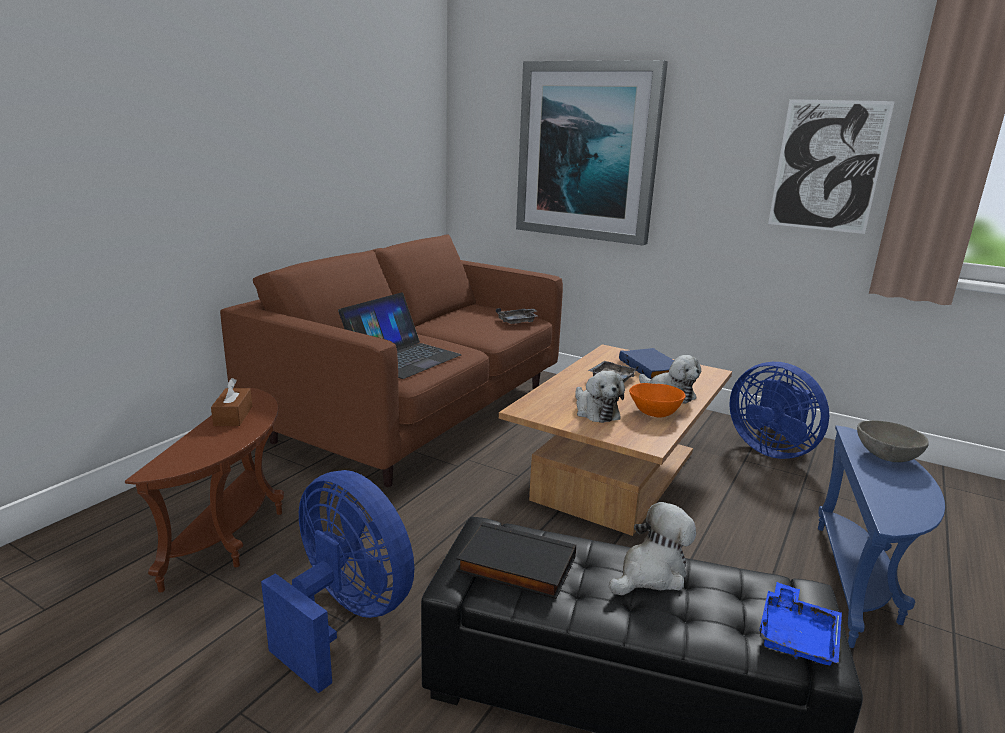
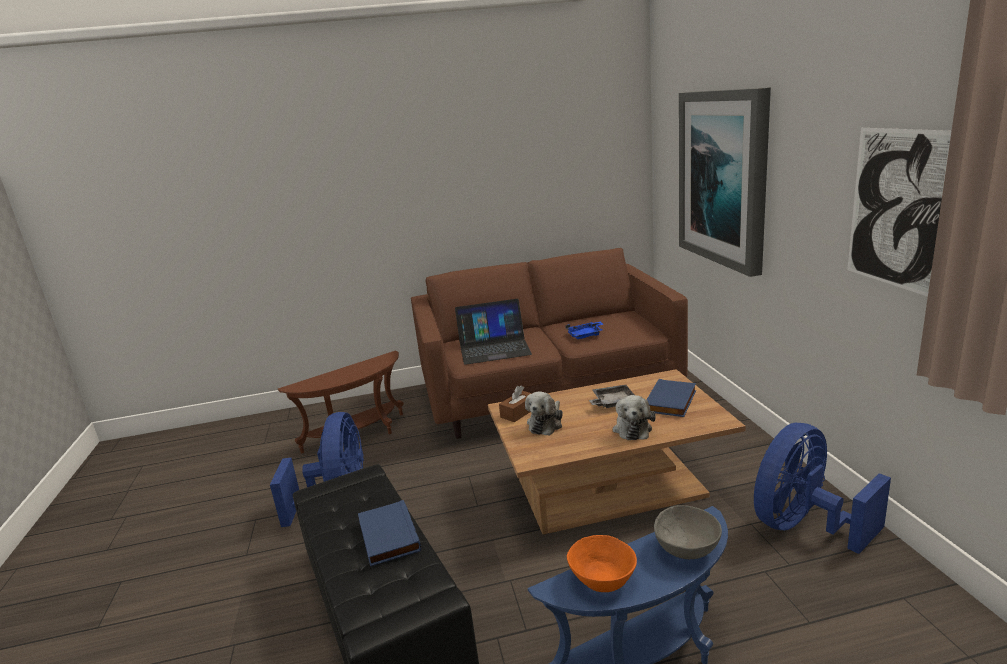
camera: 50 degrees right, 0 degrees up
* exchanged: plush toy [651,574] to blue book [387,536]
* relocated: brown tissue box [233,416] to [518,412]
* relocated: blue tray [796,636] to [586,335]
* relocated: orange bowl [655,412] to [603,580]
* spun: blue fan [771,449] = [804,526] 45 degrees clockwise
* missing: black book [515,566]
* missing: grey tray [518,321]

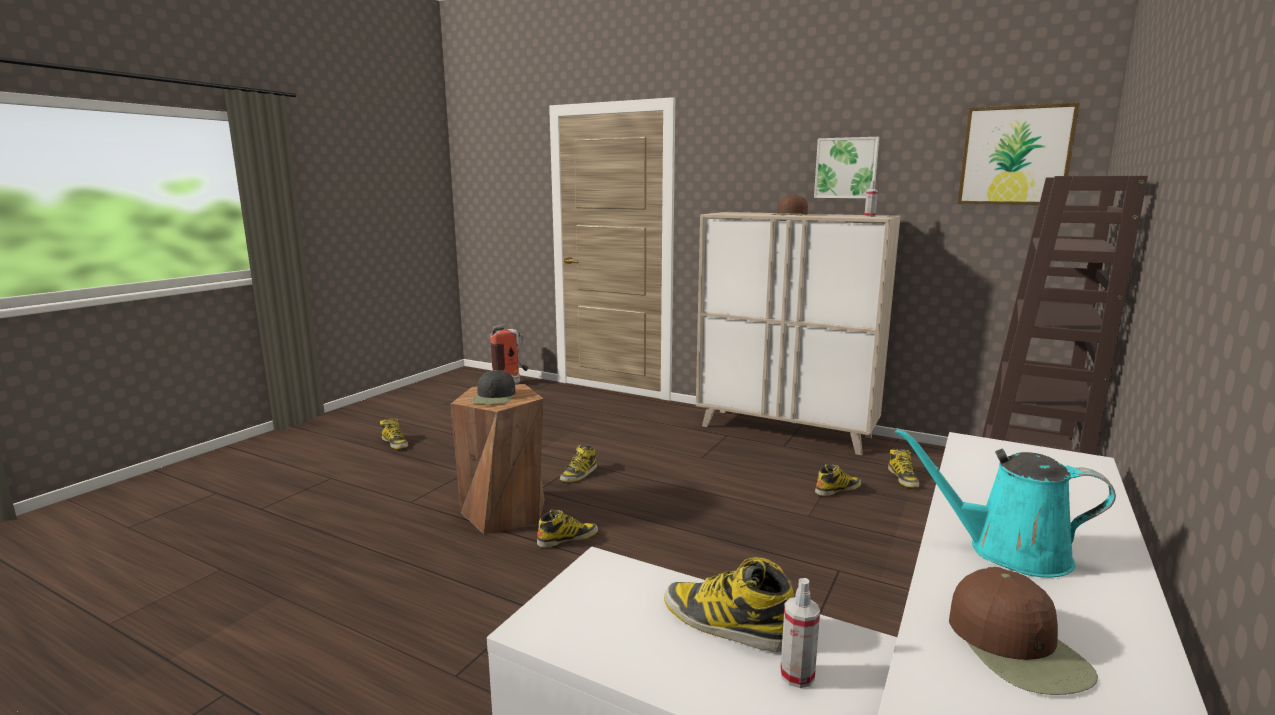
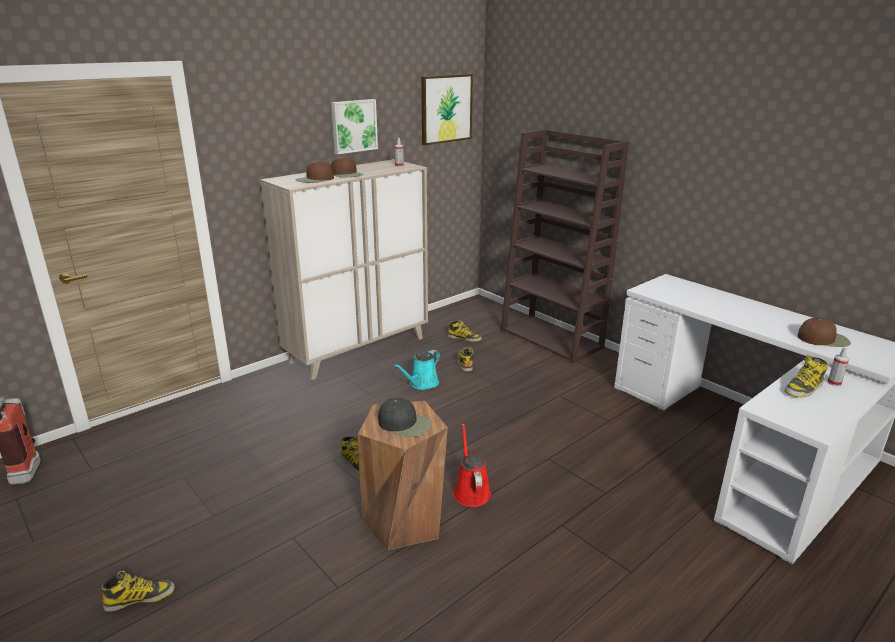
camera: 70 degrees left, 10 degrees up
* appeared: brown cap [315,179]
* relocated: turquoise watering can [1008,551] to [422,384]
* exchanged: boot [567,538] to red watering can [471,491]

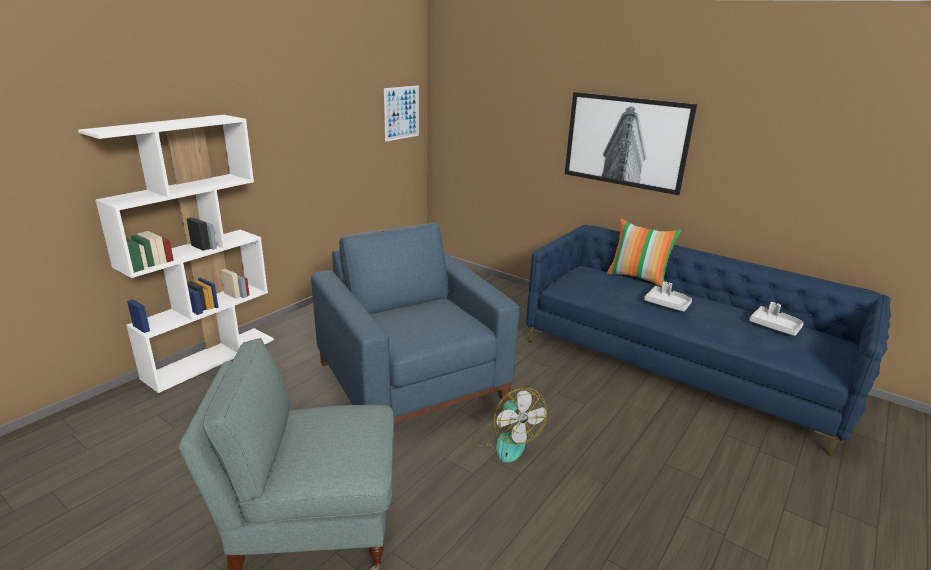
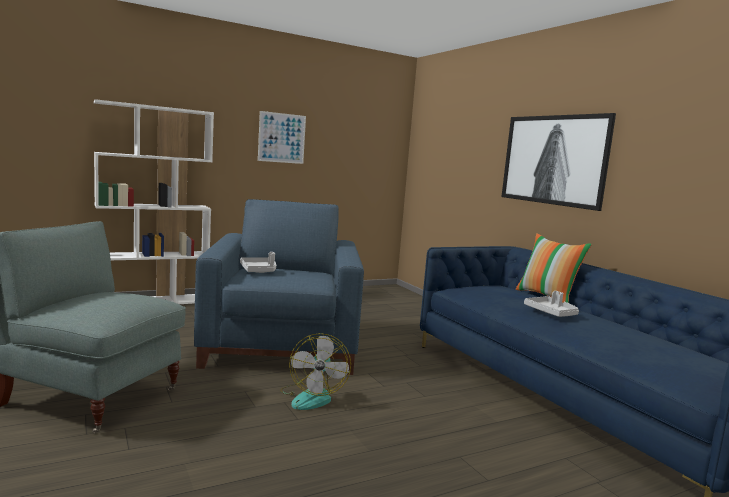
camera: 25 degrees right, 15 degrees down
* relocated: grey tray [774,326] to [259,271]
* relocated: picture [401,113] to [282,138]

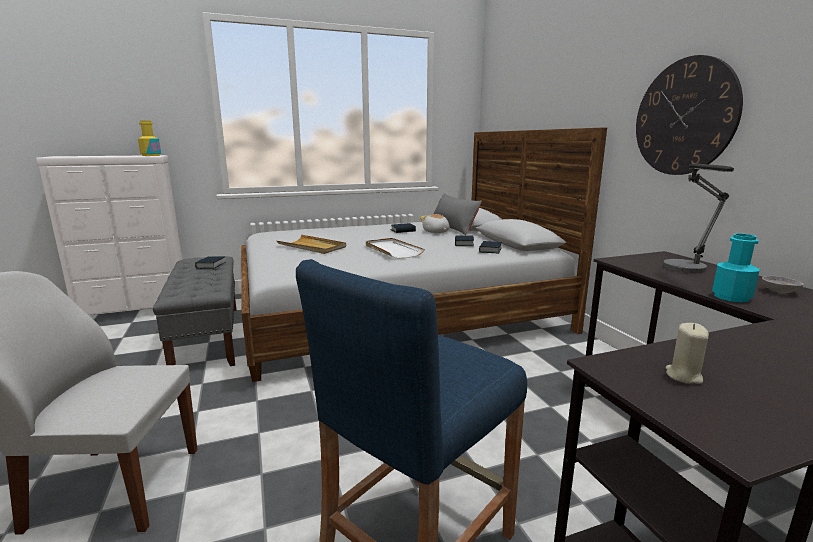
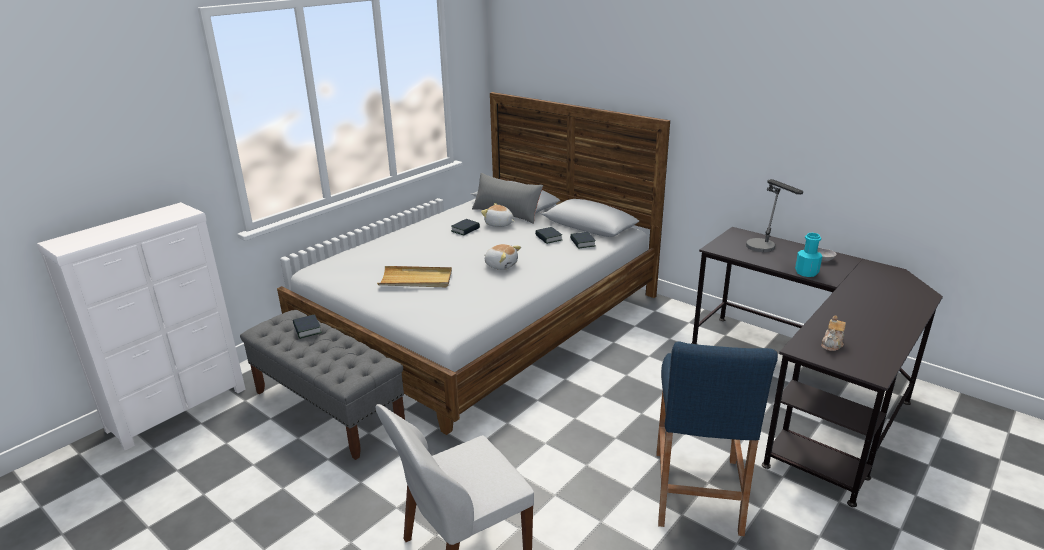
camera: 30 degrees left, 10 degrees up
* exchanged: white tray [392,250] to plush toy [501,265]
* exchanged: beige candle [683,376] to teapot [832,344]
* missing: yellow bottle [151,155]
* missing: wall clock [684,117]

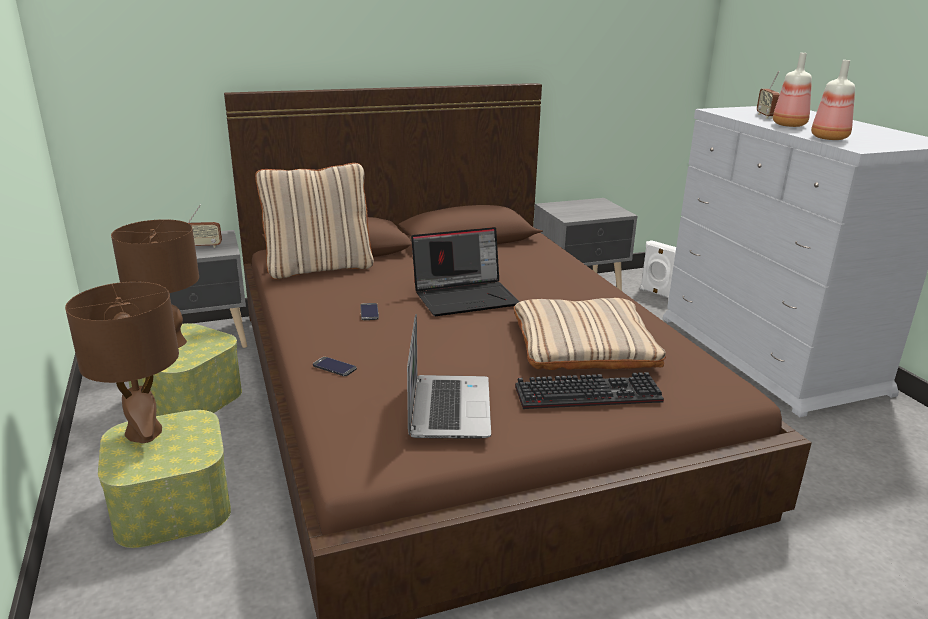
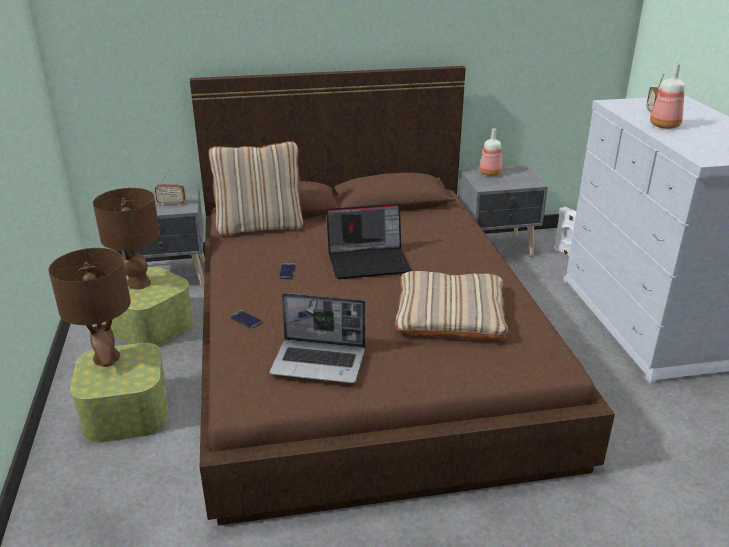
camera: 10 degrees right, 5 degrees up
* spun: laptop [448,407] = [320,362] 90 degrees clockwise
* relocated: bottle [830,138] to [491,173]
* missing: keyboard [589,393]

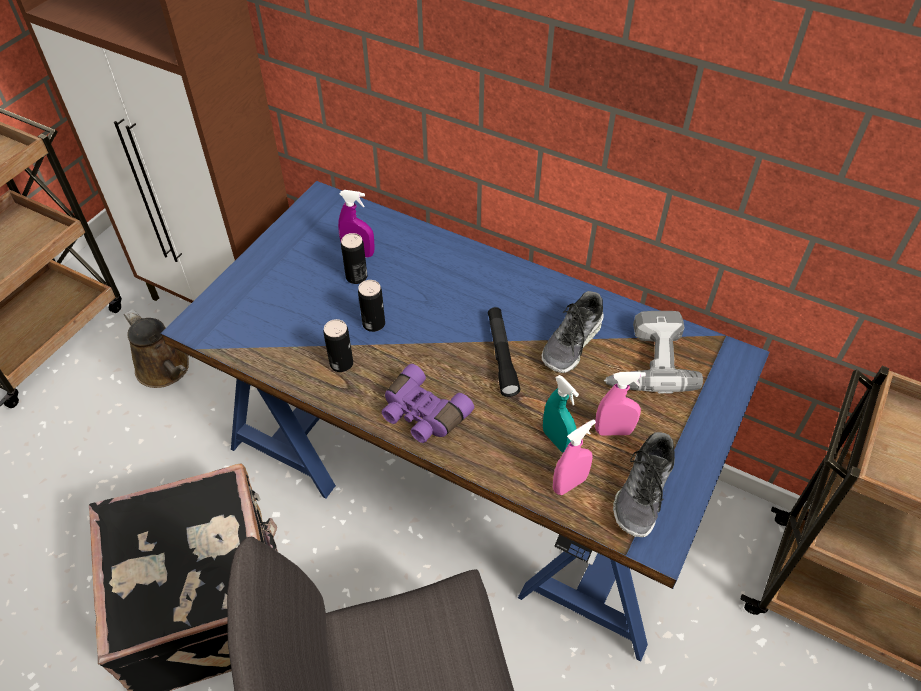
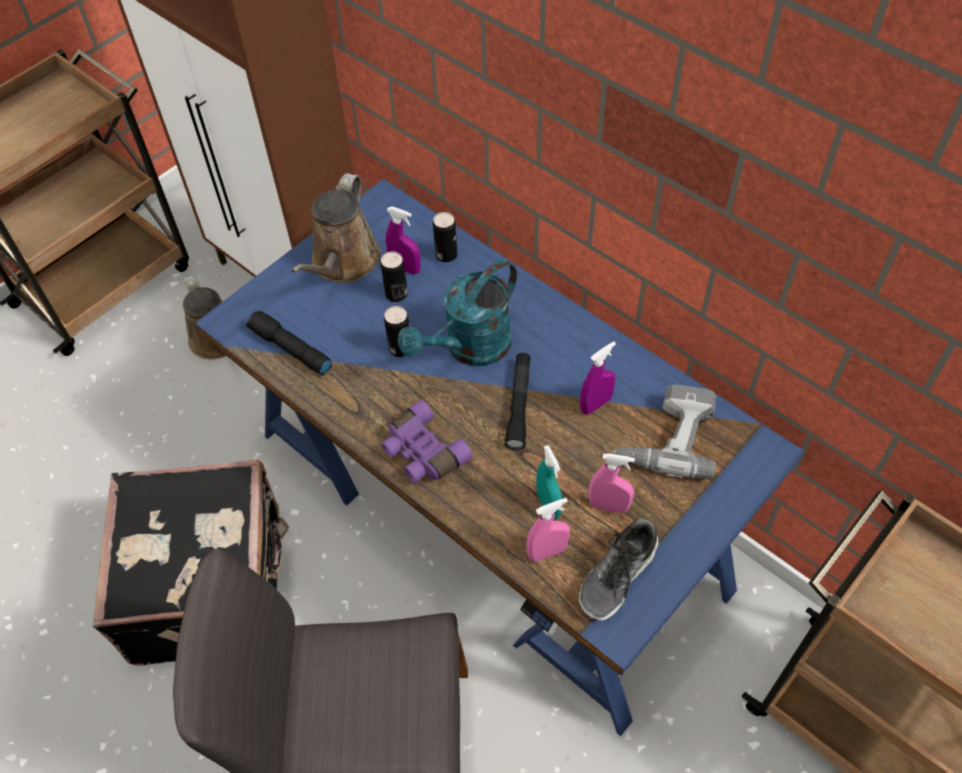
camera: 15 degrees right, 5 degrees up
* appeared: black flashlight [289,349]
* appeared: brown watering can [343,263]
* appeared: turquoise watering can [470,349]
* relocated: can [341,363] to [446,255]
* exchanged: shoe [572,343] to purple spray bottle [595,404]

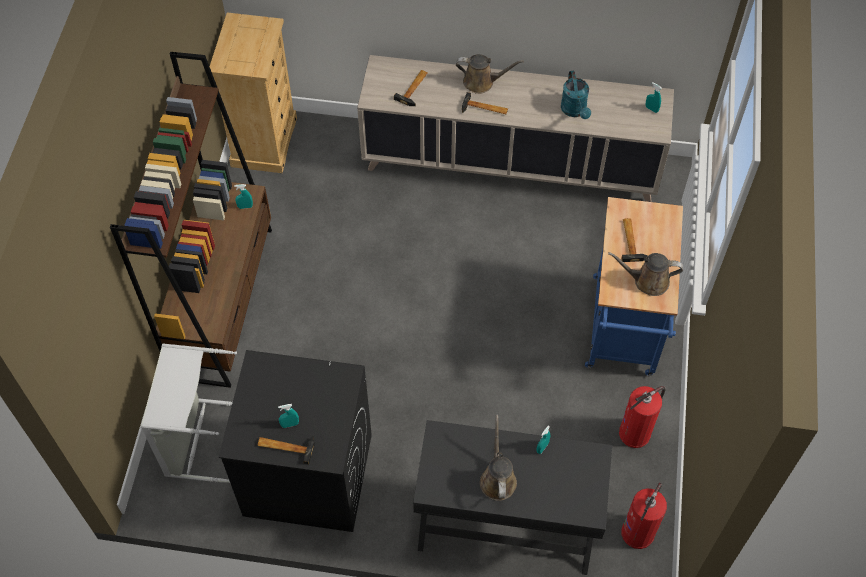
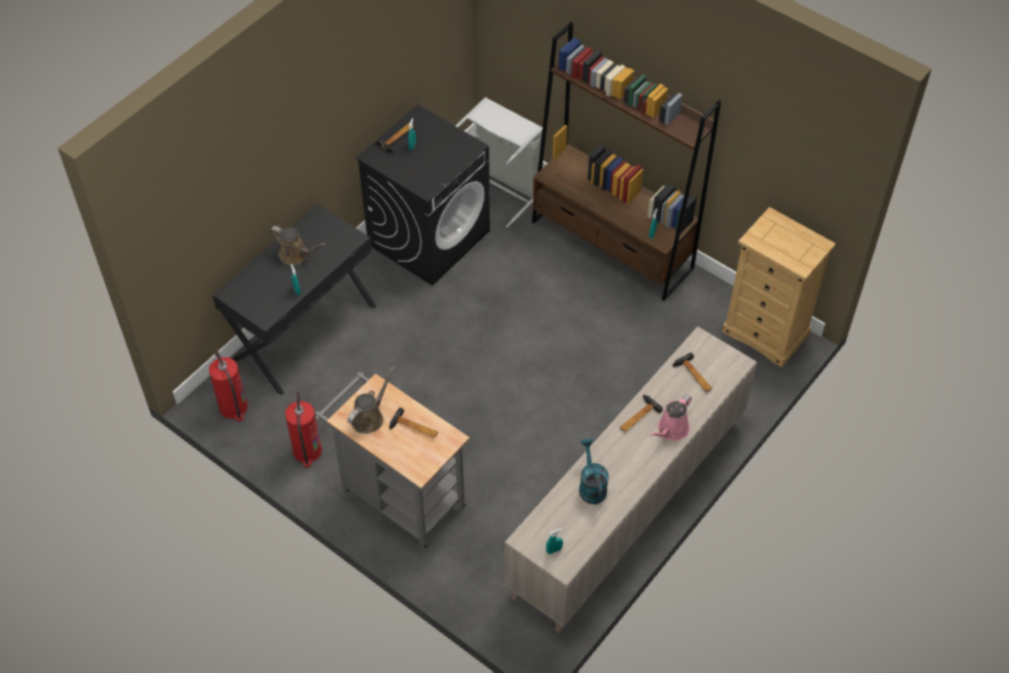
camera: 120 degrees right, 5 degrees down
* colour: blue cart [623,332] to grey cart [398,495]
* spun: turquoise watering can [575,111] = [591,485] 60 degrees clockwise
* colour: brown watering can [481,82] to pink watering can [671,430]

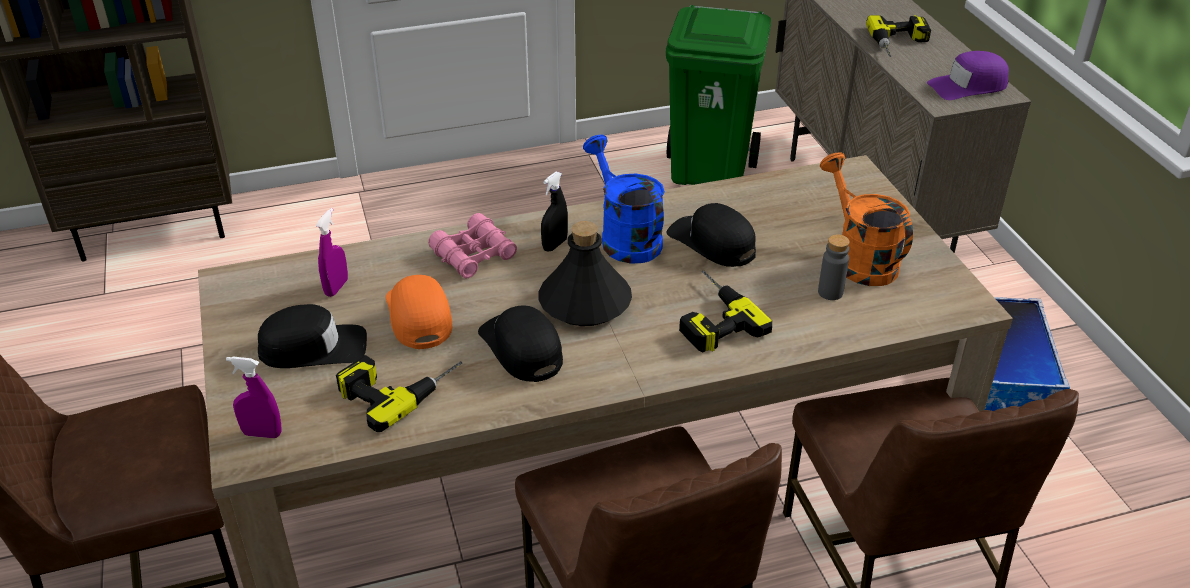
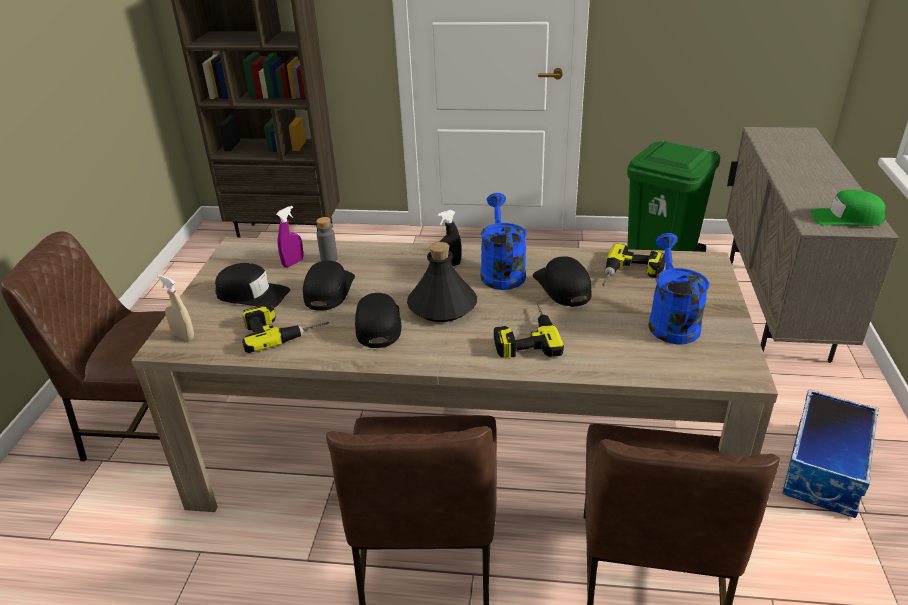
camera: 25 degrees right, 5 degrees down
* colour: purple spray bottle [262,433] to beige spray bottle [183,336]
* colour: orange cap [419,316] to black cap [329,290]
* relocated: grey bottle [830,292] to [329,259]
* relocated: power drill [900,44] to [631,275]
* colour: orange watering can [859,258] to blue watering can [671,321]
* colour: purple cap [968,86] to green cap [846,218]
* missing: pink binoculars [474,255]

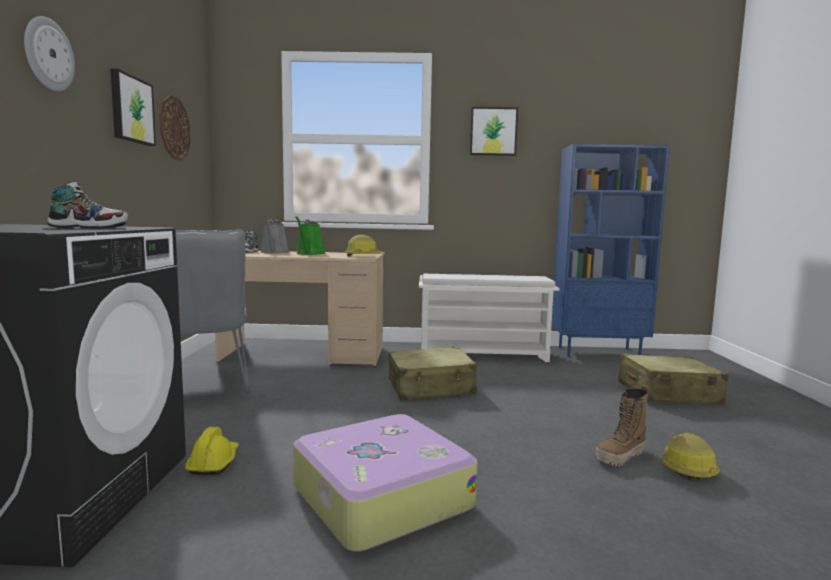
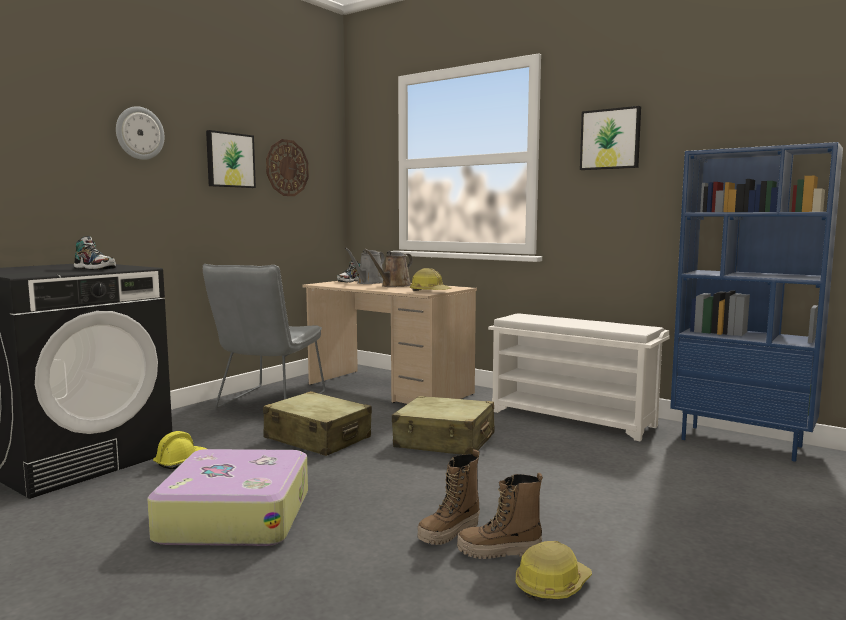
camera: 35 degrees right, 0 degrees up
* relocated: beige suitcase [667,394] to [318,438]
* colour: green watering can [309,254] to brown watering can [394,286]
* appeared: boot [449,533]

